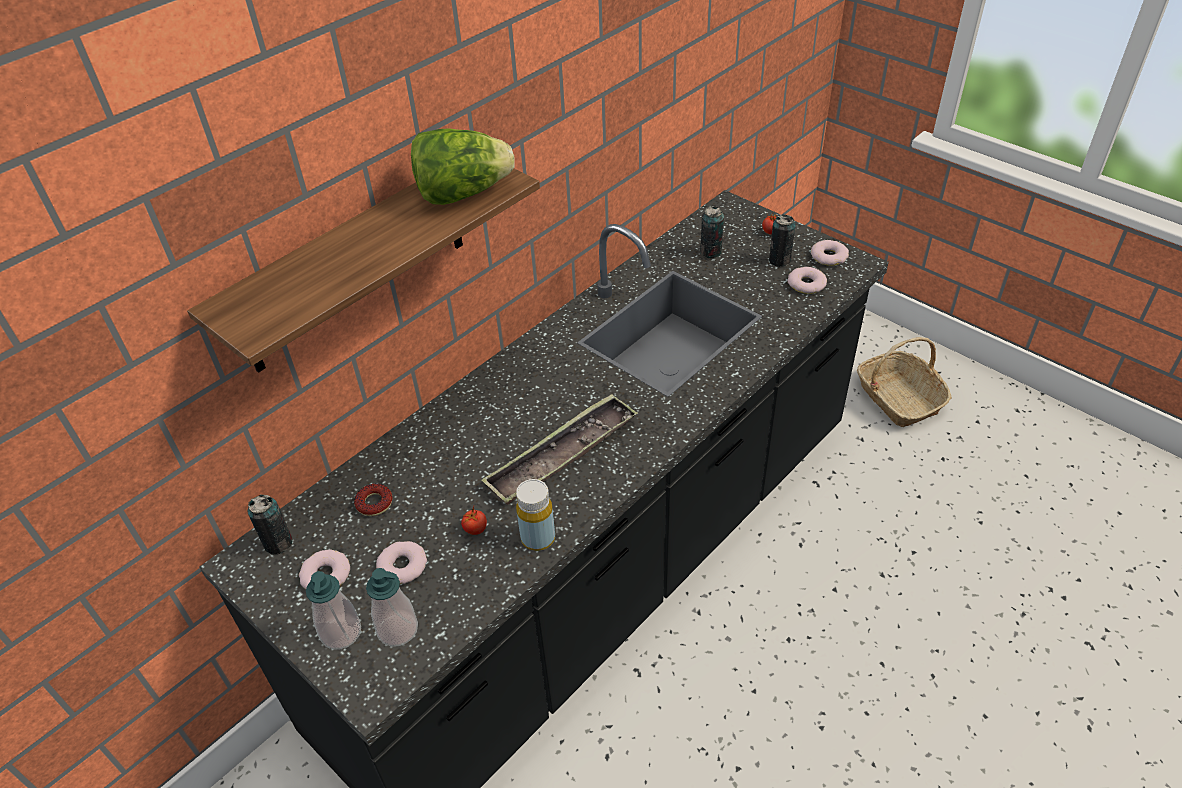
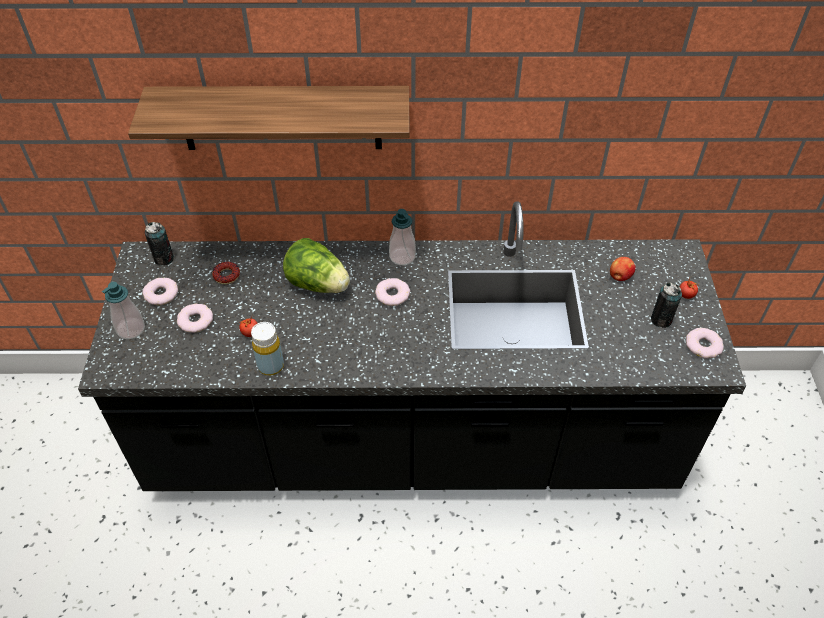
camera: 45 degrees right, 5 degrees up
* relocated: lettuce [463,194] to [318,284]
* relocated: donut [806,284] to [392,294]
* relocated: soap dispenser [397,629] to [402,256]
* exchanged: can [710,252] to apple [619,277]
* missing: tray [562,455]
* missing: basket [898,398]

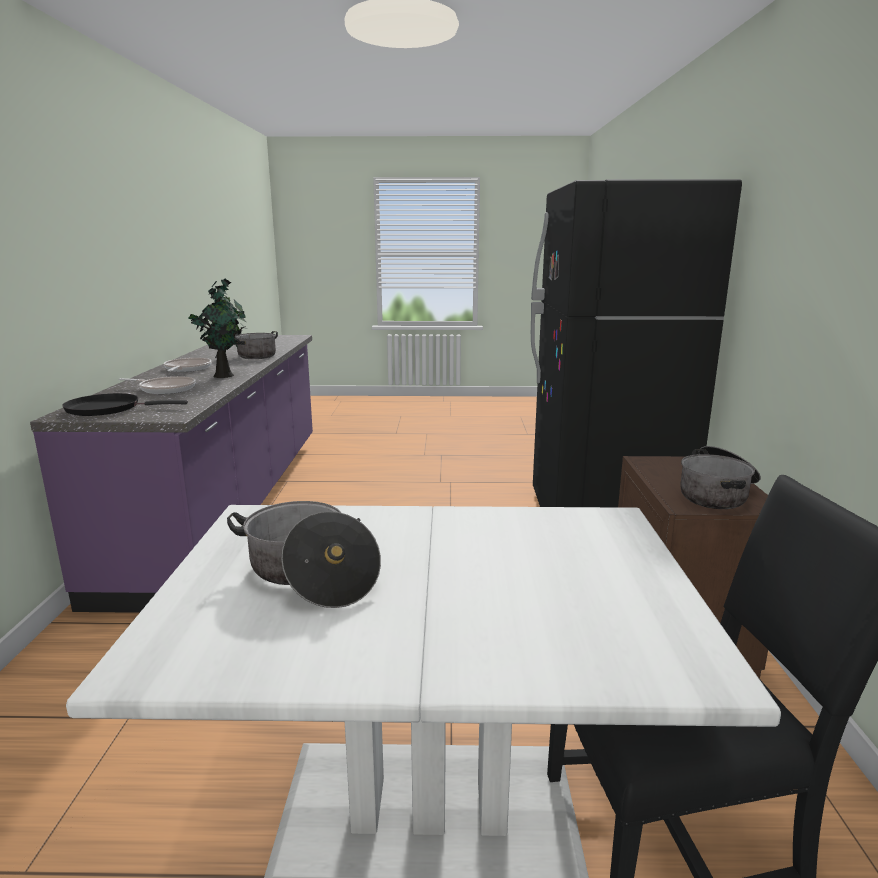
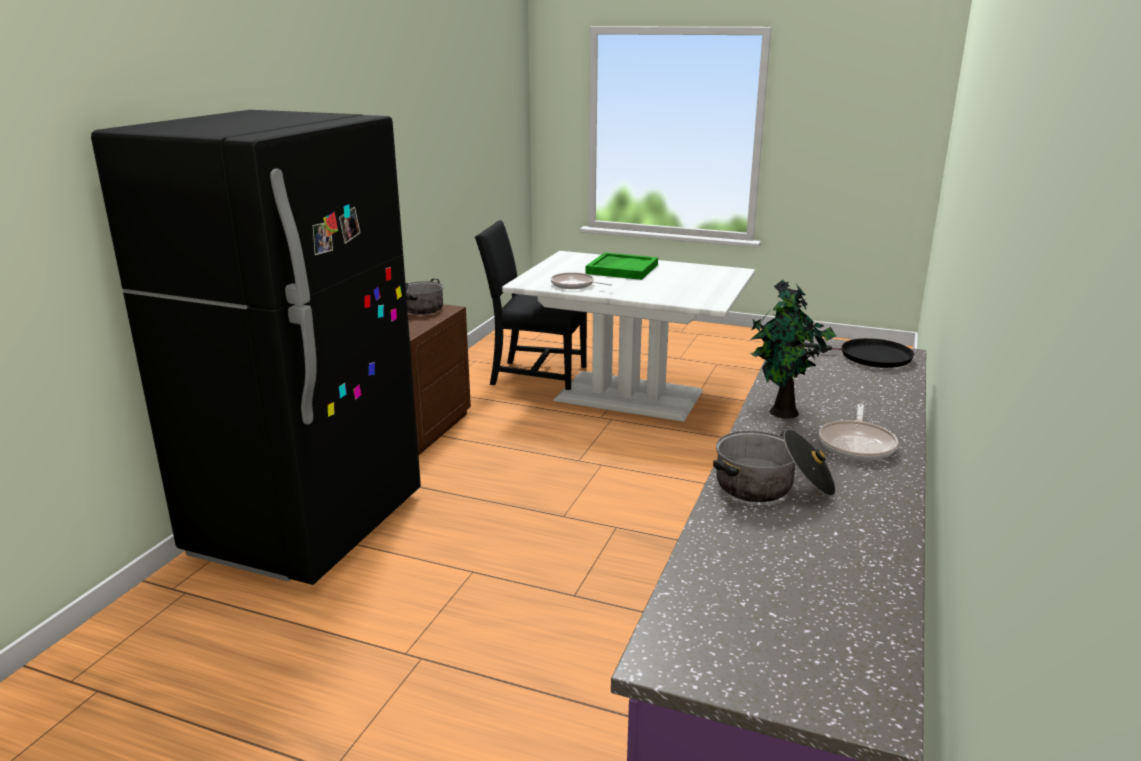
camera: 160 degrees left, 5 degrees up
* relocated: frying pan [165,389] to [575,285]
* appeared: green tray [621,269]
* missing: cooking pot [309,574]

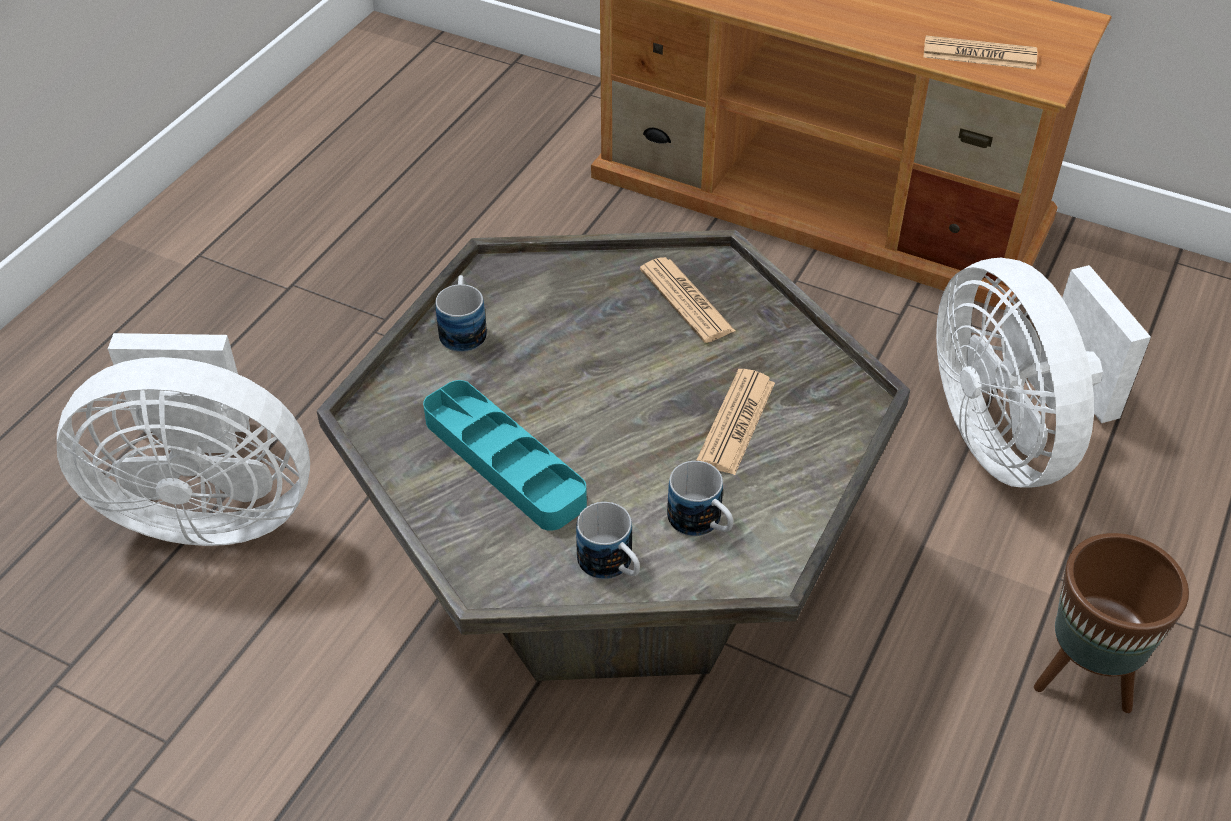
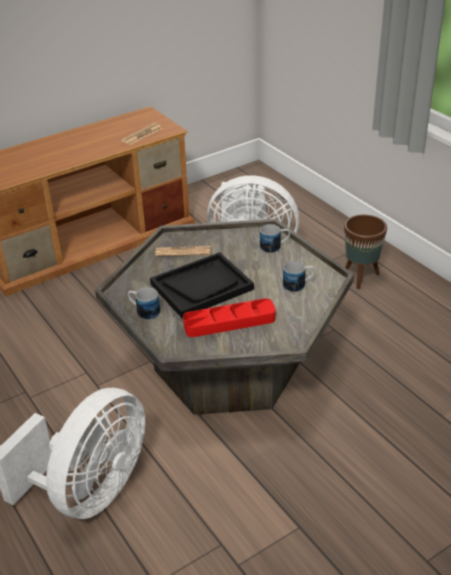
camera: 60 degrees left, 10 degrees down
* appeared: black tray [202,286]
* colour: turquoise tray [504,461] to red tray [229,322]
* relocated: mug [612,566] to [275,247]
* missing: newspaper [736,422]

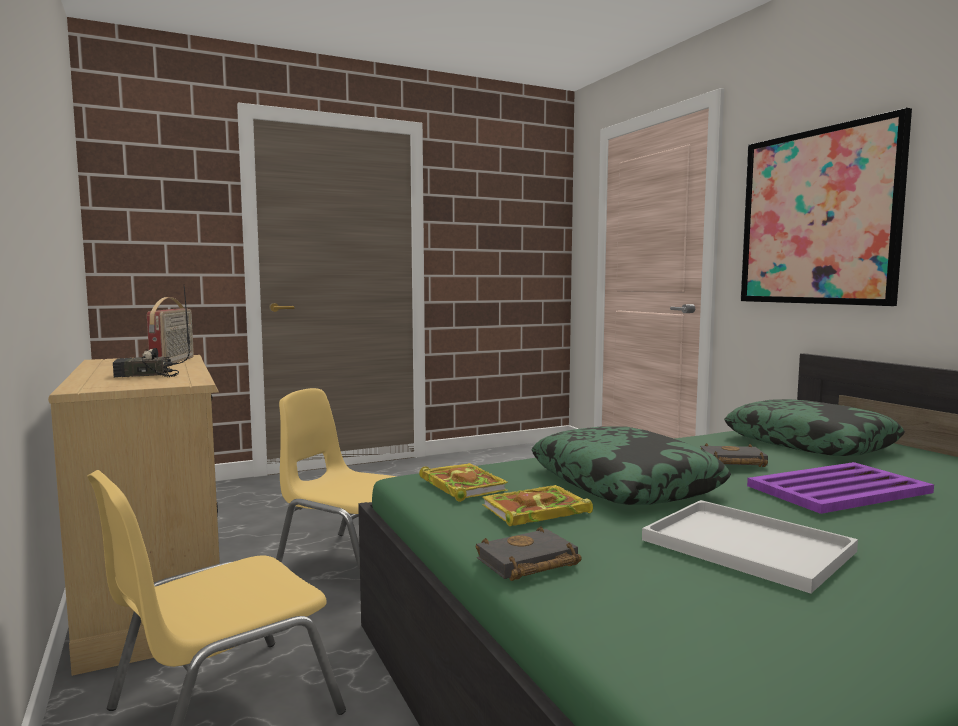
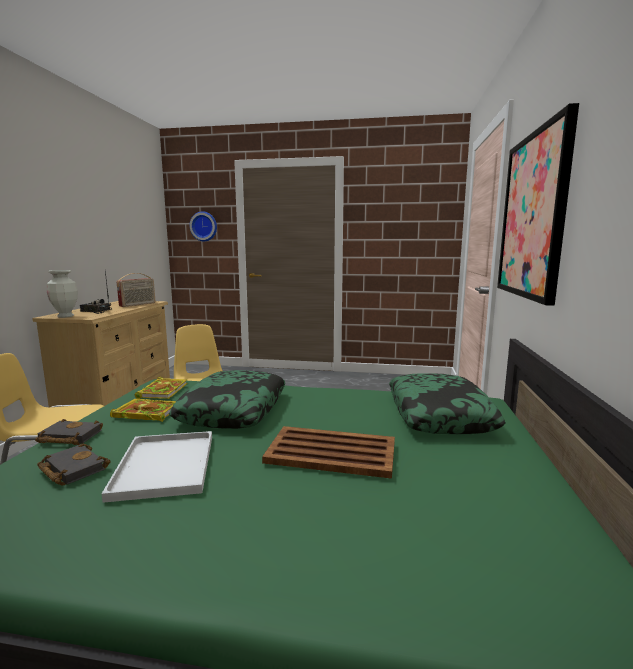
camera: 35 degrees right, 5 degrees up
* relocated: black book [731,462] to [71,469]
* appeared: vase [65,316]
* appeared: wall clock [204,226]
* colour: purple tray [837,489] to brown tray [330,452]

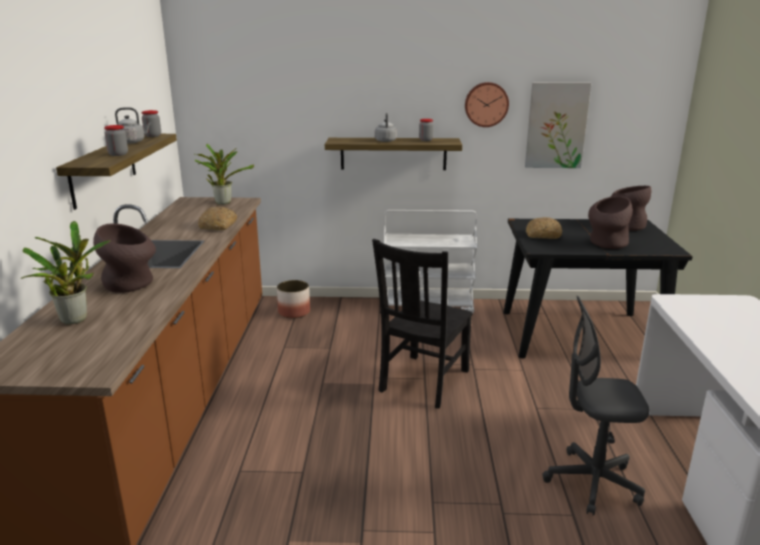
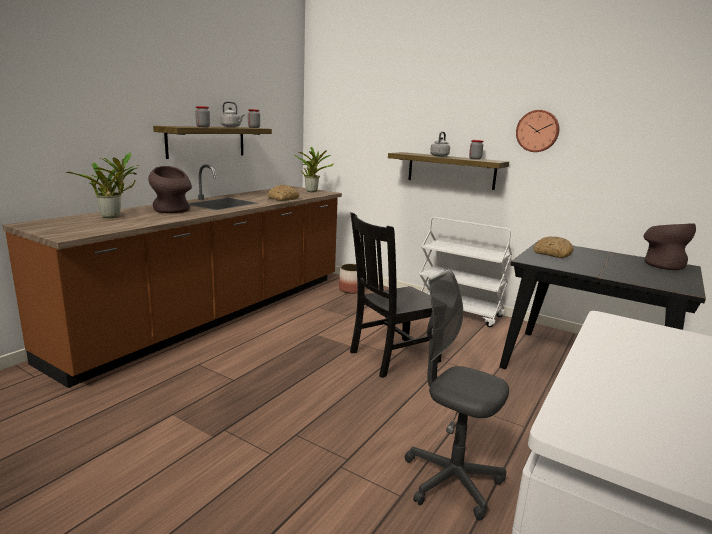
camera: 30 degrees right, 5 degrees down
* missing: picture [556,125]
* missing: brown vase [606,244]

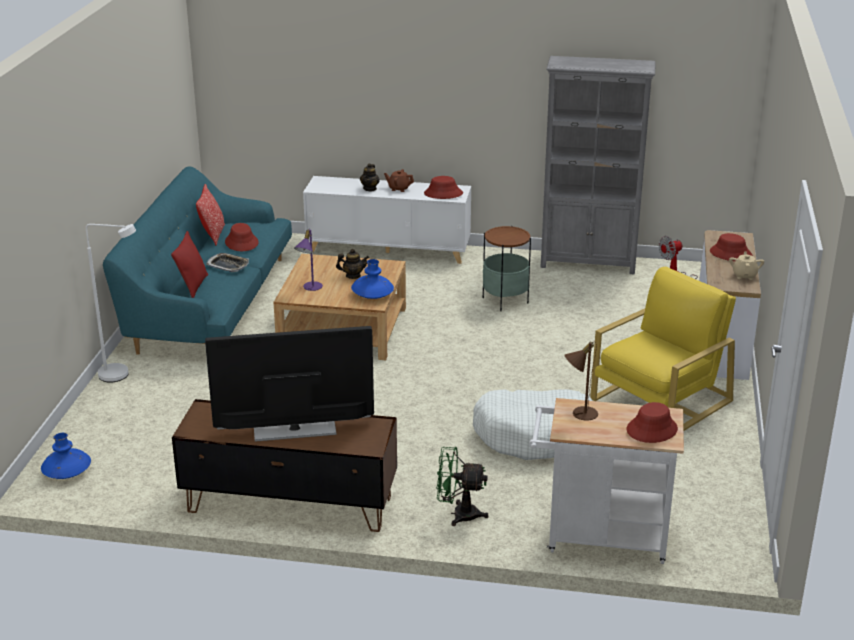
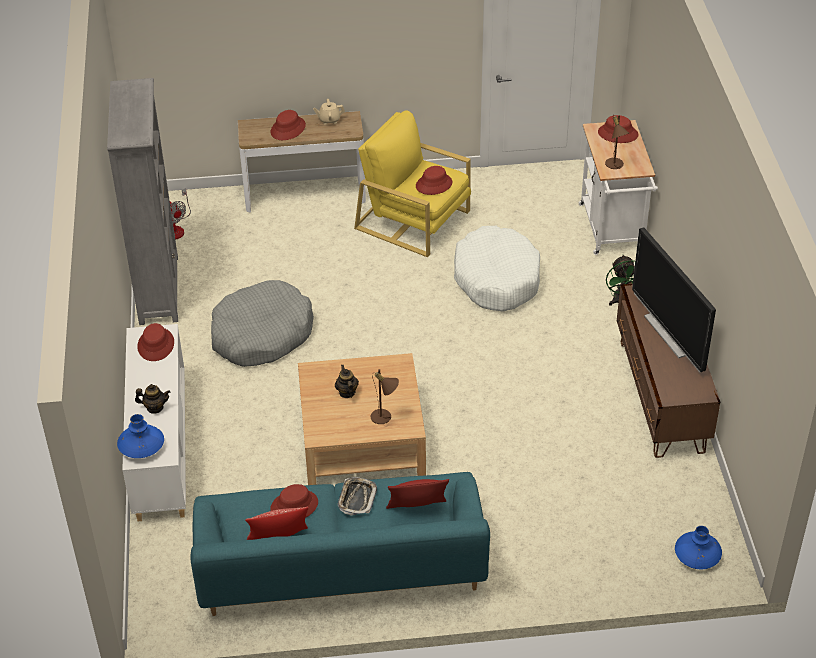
camera: 105 degrees left, 15 degrees up
* relocated: blue vase [372,295] to [141,447]
* exchanged: side table [505,300] to grey dog bed [261,335]
* colour: purple table lamp [310,287] to brown table lamp [384,418]
* appeared: red hat [433,184]
* missing: white floor lamp [121,375]
* missing: brown teapot [399,188]

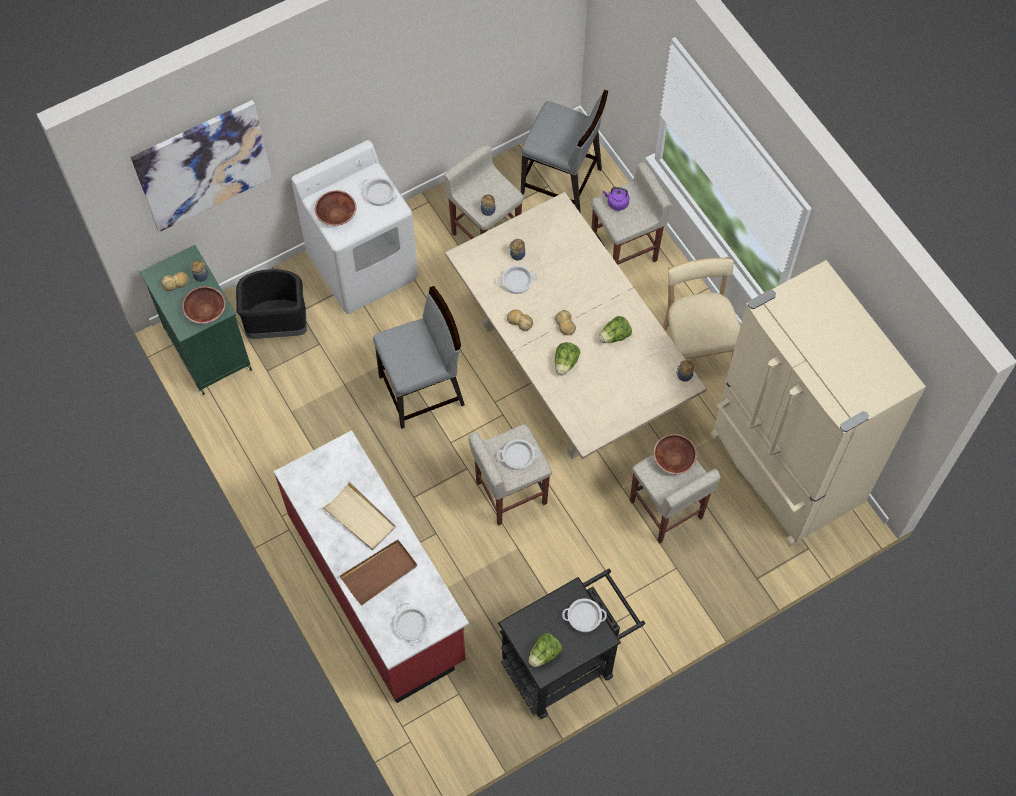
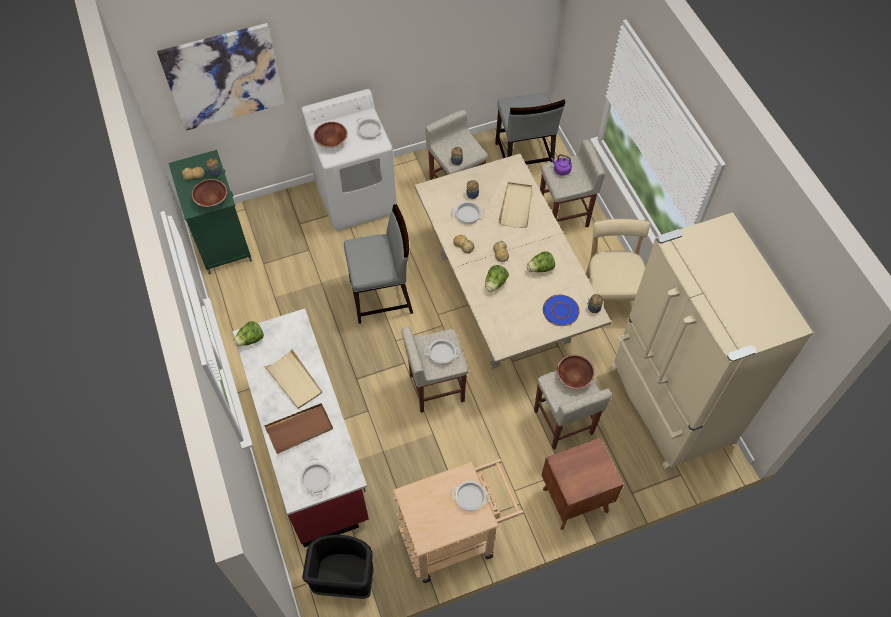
camera: 10 degrees right, 5 degrees down
* relocated: lettuce [544,654] to [250,339]
* relocated: black trash can [277,326] to [344,579]
* colour: black cart [566,662] to beige cart [455,537]
* spun: grey chair [562,182] = [523,159] 45 degrees clockwise
* appeared: beige tray [516,206]
* appeared: brown nightstand [574,499]
* appeared: blue plate [560,310]

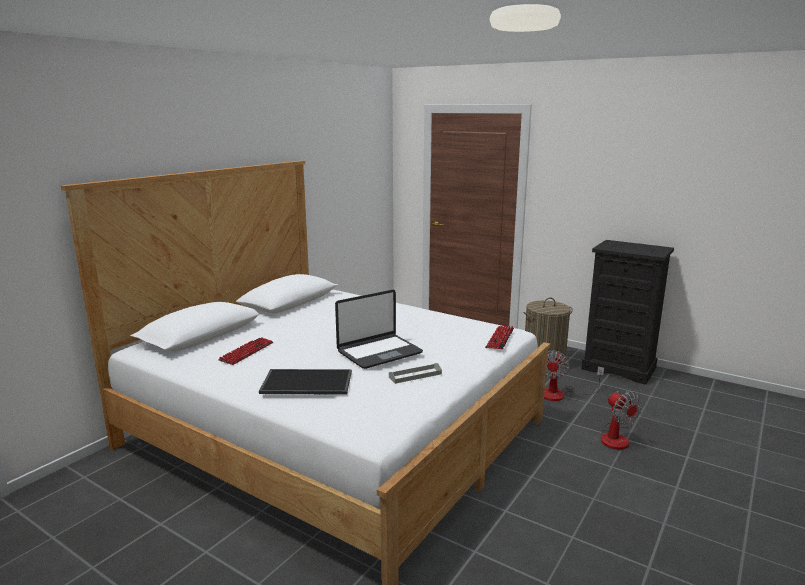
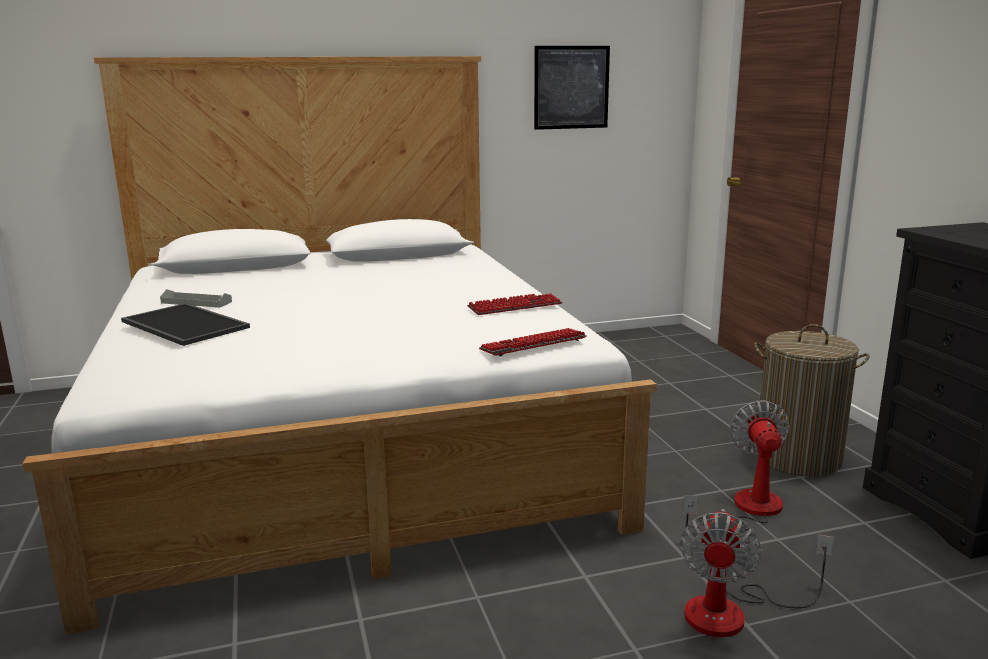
camera: 40 degrees right, 0 degrees up
* relocated: grey tray [415,375] to [196,302]
* relocated: keyboard [246,352] to [515,306]
* appeared: picture [571,87]
* spun: fan [560,394] = [746,509] 120 degrees clockwise
* missing: laptop [379,352]

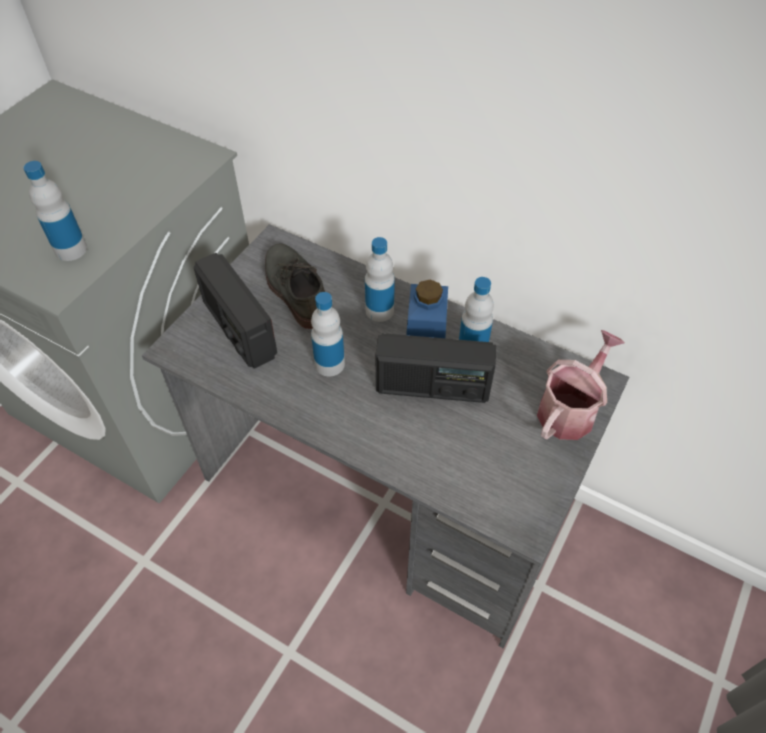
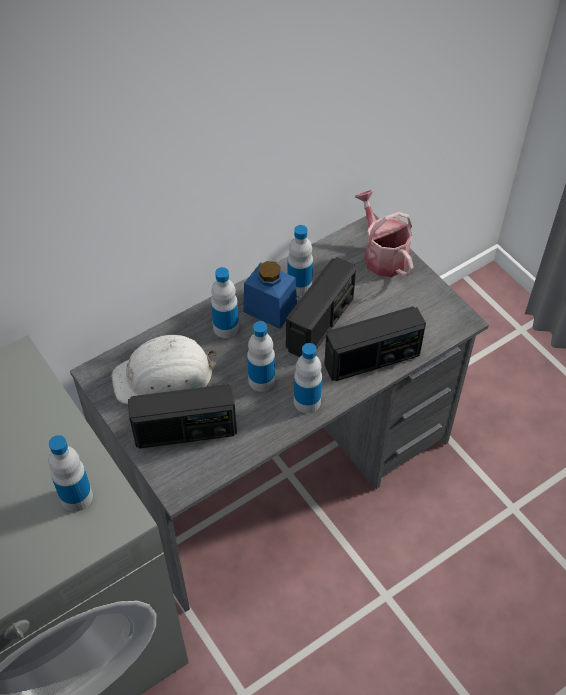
camera: 65 degrees left, 0 degrees up
* exchanged: grey shoe [294,289] to white hard hat [164,377]
* appeared: bottle [307,401]
* appeared: radio [372,360]

